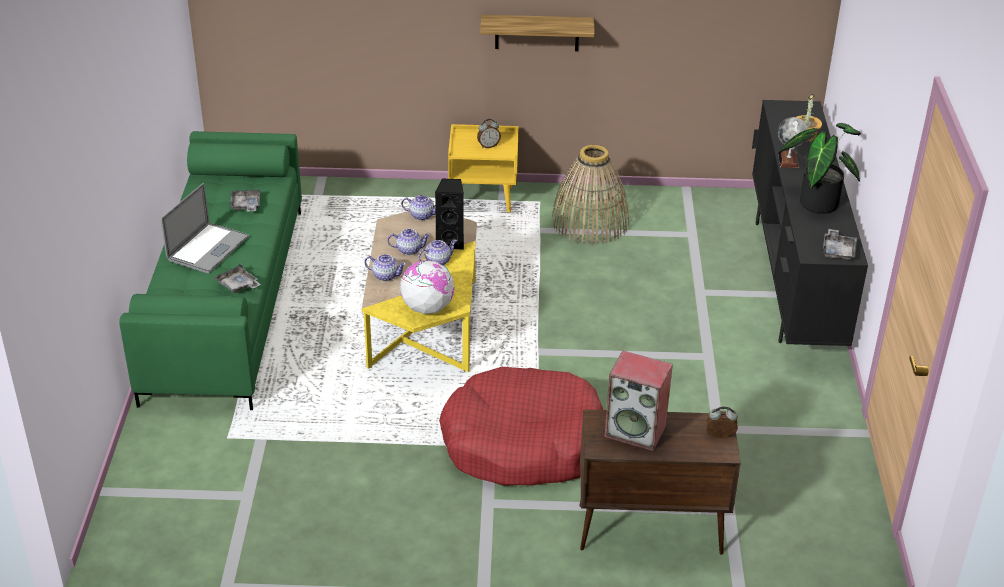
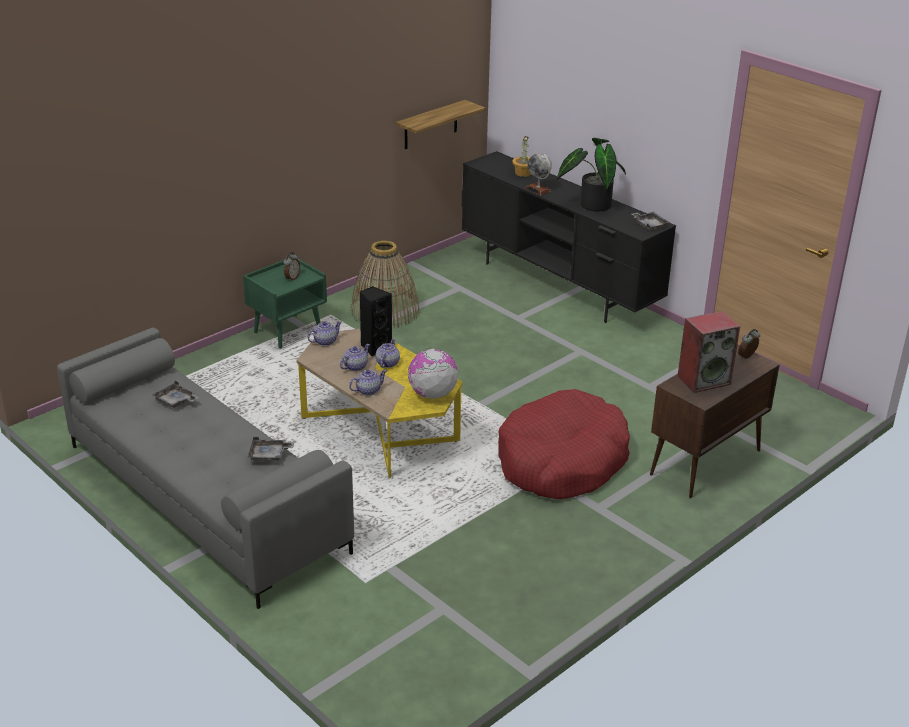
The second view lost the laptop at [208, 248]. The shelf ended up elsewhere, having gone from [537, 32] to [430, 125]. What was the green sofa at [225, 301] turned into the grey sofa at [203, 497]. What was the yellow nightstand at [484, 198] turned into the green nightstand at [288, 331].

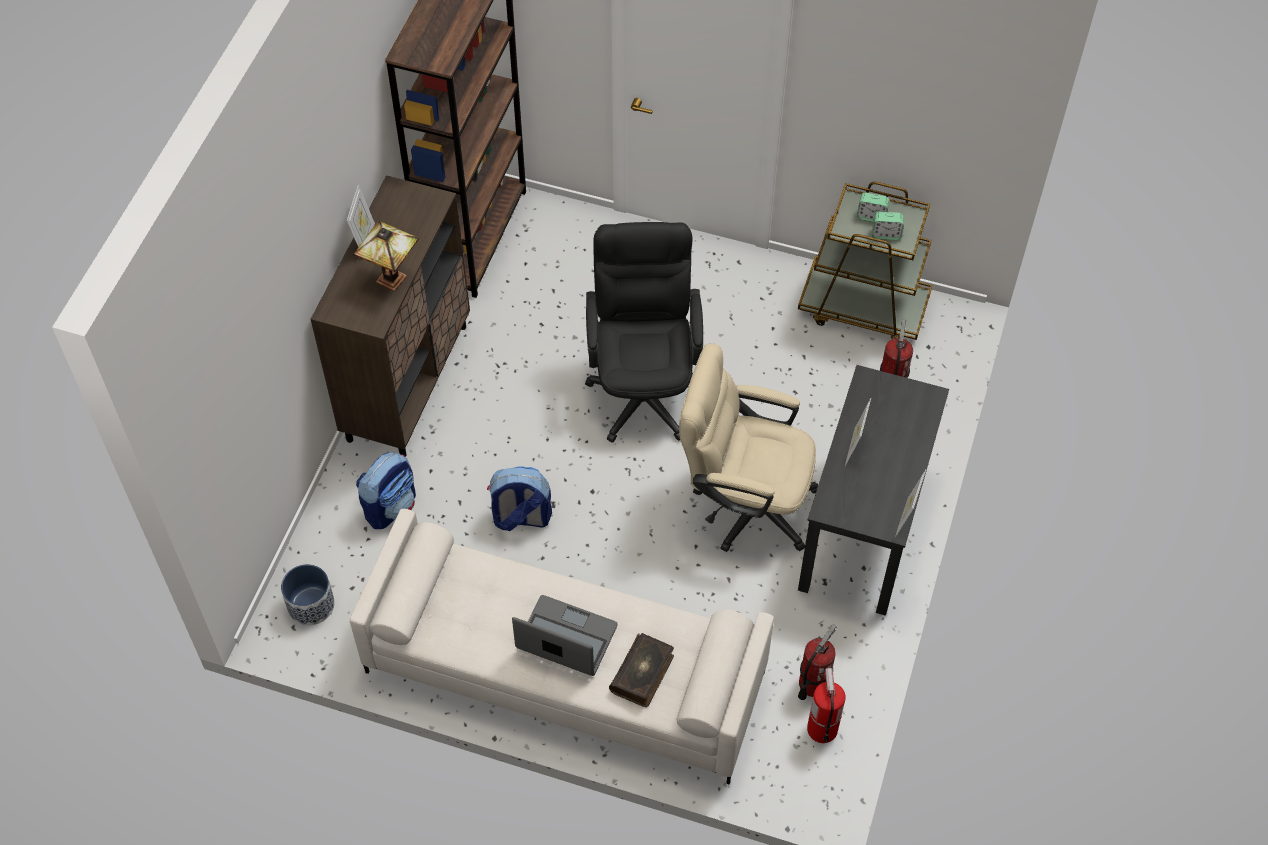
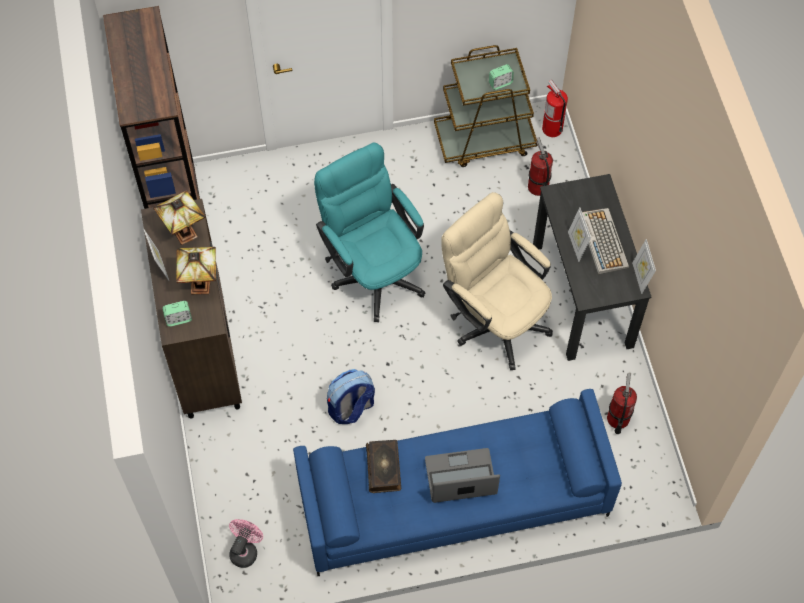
The second view lost the backpack at [391, 506]. The second view gained the table lamp at [184, 236]. The second view gained the keyboard at [602, 241]. The book ended up elsewhere, having gone from [643, 674] to [384, 469]. The fire extinguisher ended up elsewhere, having gone from [822, 728] to [552, 128]. The alarm clock ended up elsewhere, having gone from [871, 216] to [178, 319]. Where the planter stood at [310, 605], the pink fan came to stand at [245, 550]. What was the white sofa at [563, 673] turned into the blue sofa at [452, 501]. What was the black office chair at [643, 386] turned into the turquoise office chair at [373, 270]. The beige office chair at [744, 503] ended up facing another way, 60 degrees clockwise from before.

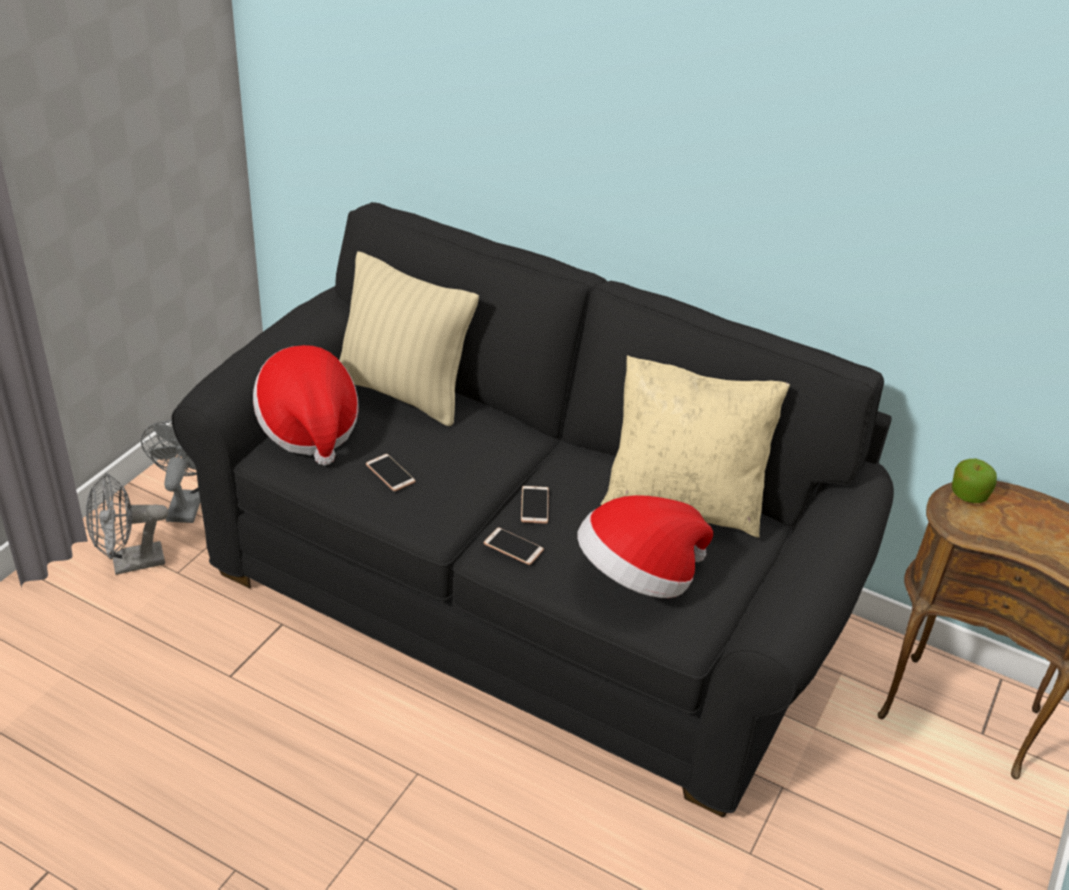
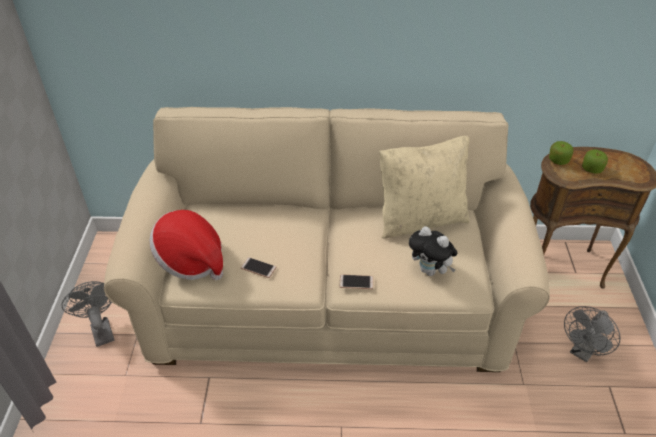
The second view lost the beige pillow at [403, 393]. The second view lost the phone at [534, 505]. The second view gained the apple at [591, 169]. The grey fan ended up elsewhere, having gone from [129, 563] to [582, 352]. Where the hat stood at [637, 577], the plush toy came to stand at [430, 271]. What was the black sofa at [524, 598] turned into the beige sofa at [328, 300].

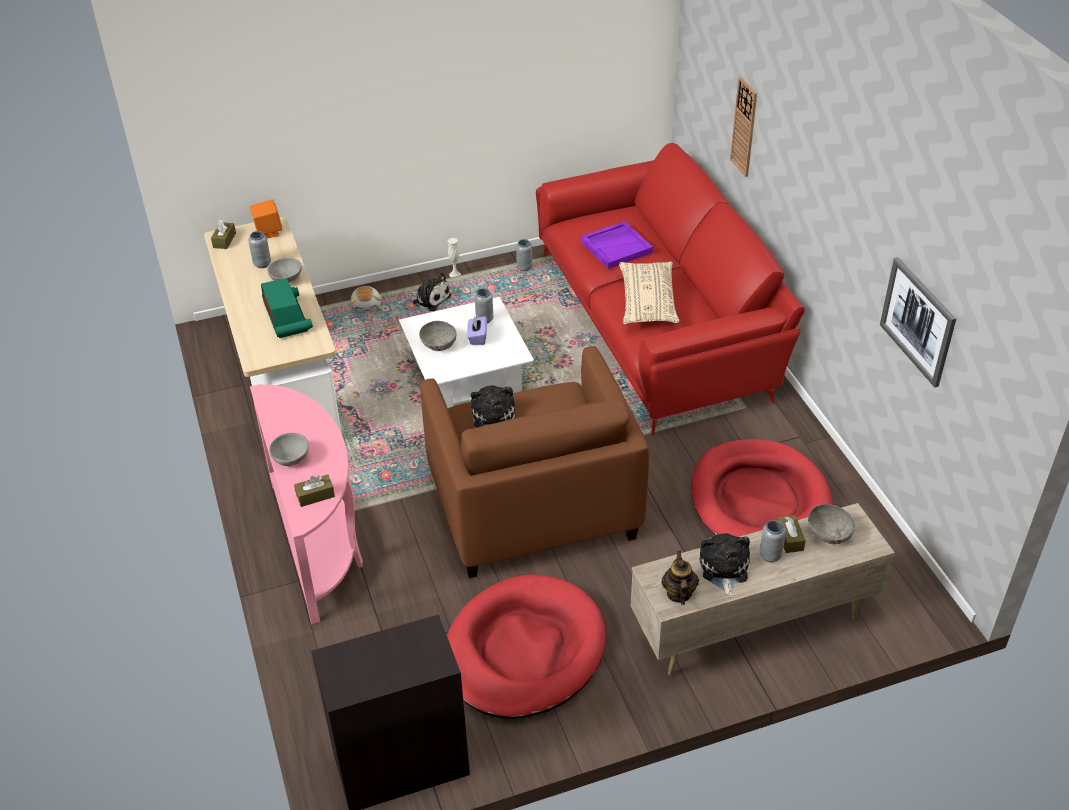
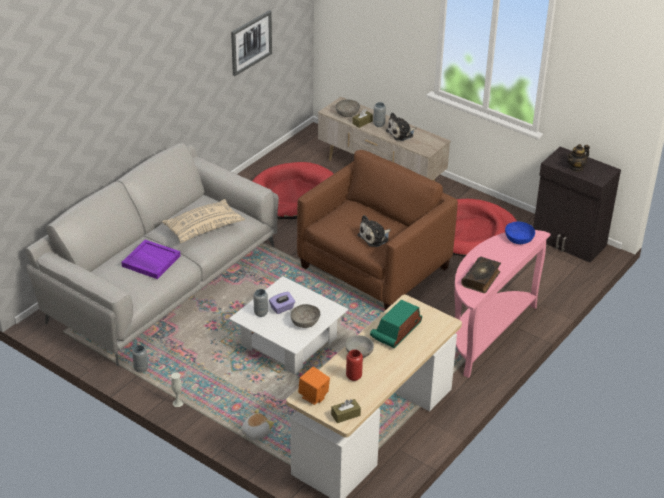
The second view lost the grey bowl at [292, 459]. The second view lost the plush toy at [430, 299]. The second view lost the wall clock at [744, 127]. The second view gained the book at [481, 279]. The teapot ended up elsewhere, having gone from [678, 593] to [576, 168]. Where the brown tissue box stood at [315, 495], the blue bowl came to stand at [518, 239]. What was the grey vase at [262, 264] turned into the red vase at [354, 376]. What was the red sofa at [657, 324] turned into the grey sofa at [161, 281].

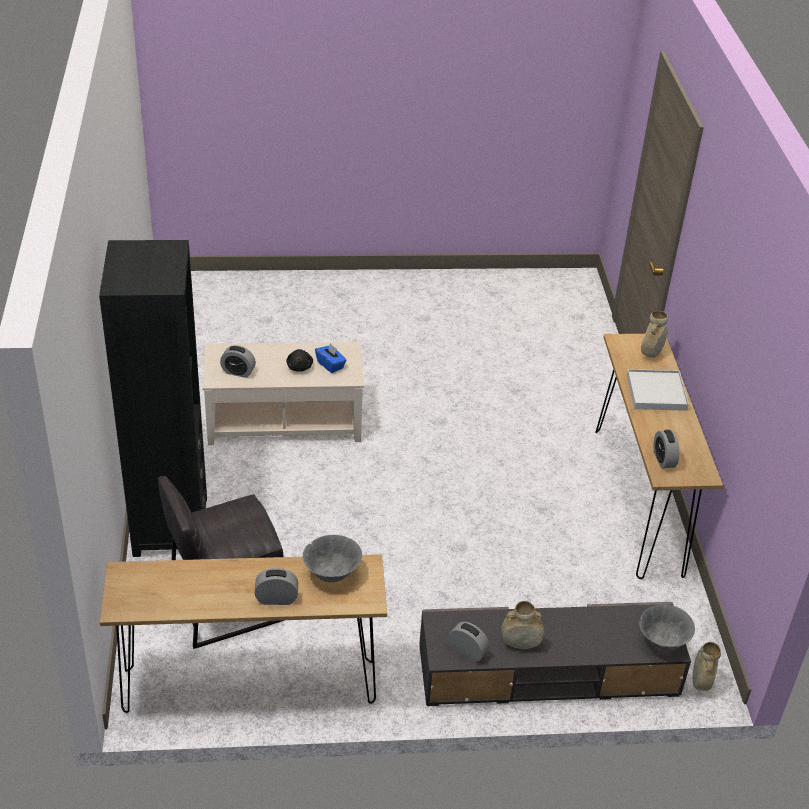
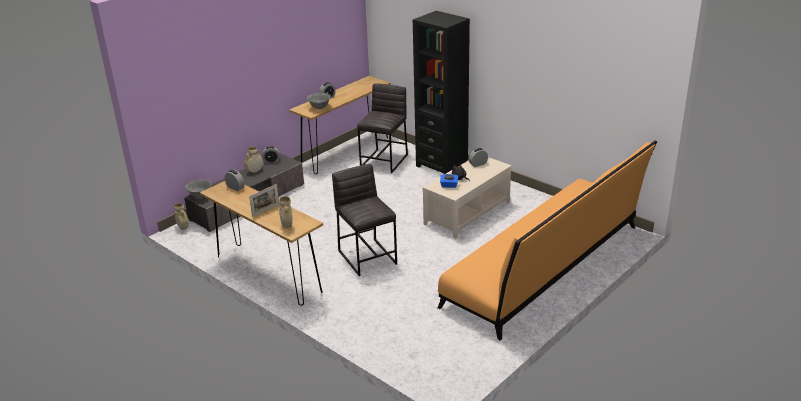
The second view gained the grey stool at [367, 256]. The second view gained the orange sofa at [548, 267]. Where the white tray stood at [656, 392], the picture frame came to stand at [265, 210].

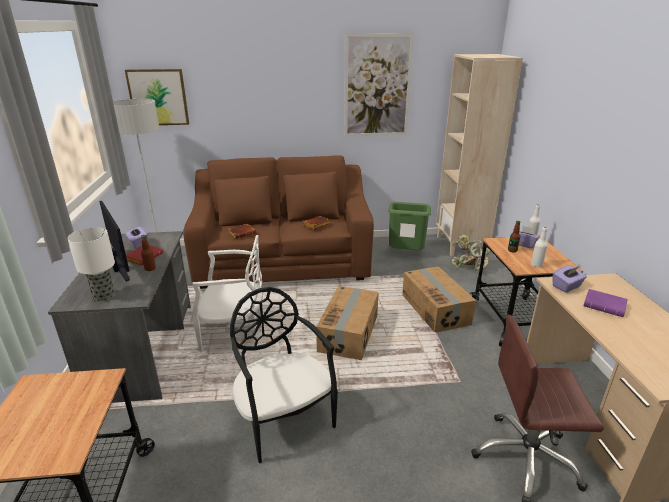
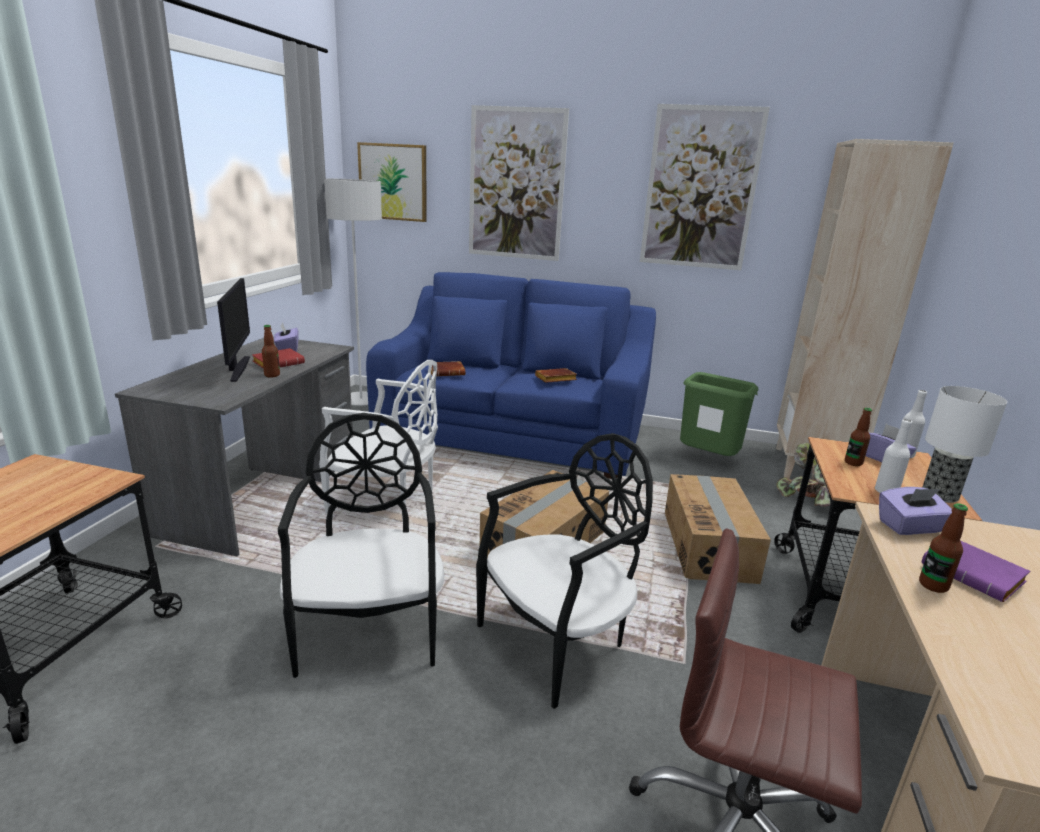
The second view gained the picture at [516, 185]. The second view gained the black chair at [558, 642]. The second view gained the bottle at [933, 585]. The table lamp ended up elsewhere, having gone from [103, 296] to [938, 495]. What was the brown sofa at [283, 263] turned into the blue sofa at [512, 435].

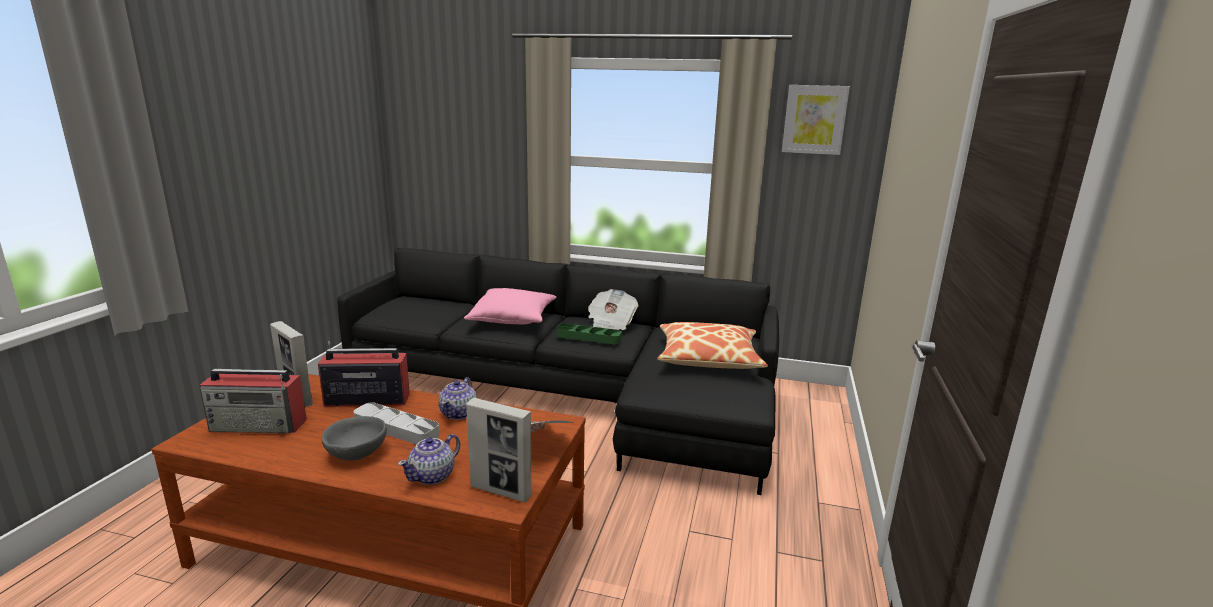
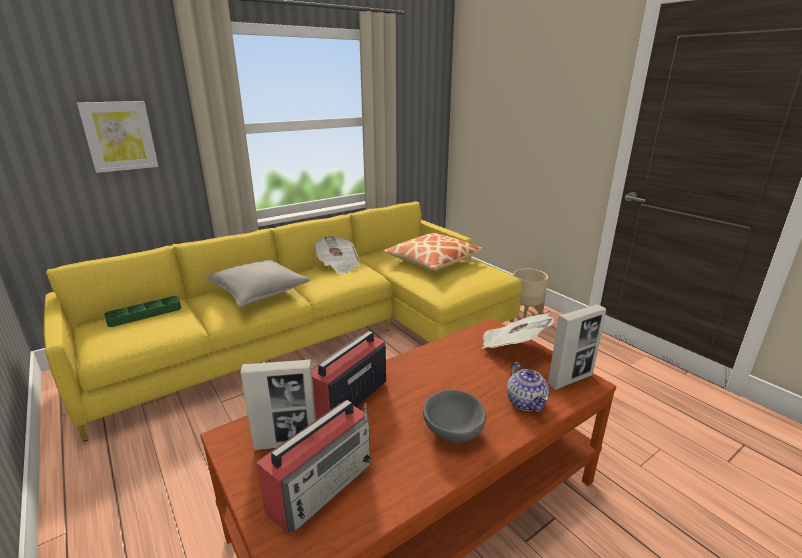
The second view lost the grey tray at [396, 428]. The second view lost the teapot at [459, 413]. The second view gained the beige planter at [525, 315]. The green tray ended up elsewhere, having gone from [589, 337] to [145, 314]. The picture ended up elsewhere, having gone from [814, 119] to [119, 136]. What was the black sofa at [574, 394] turned into the yellow sofa at [323, 335]. What was the pink pillow at [513, 319] turned into the grey pillow at [259, 292].

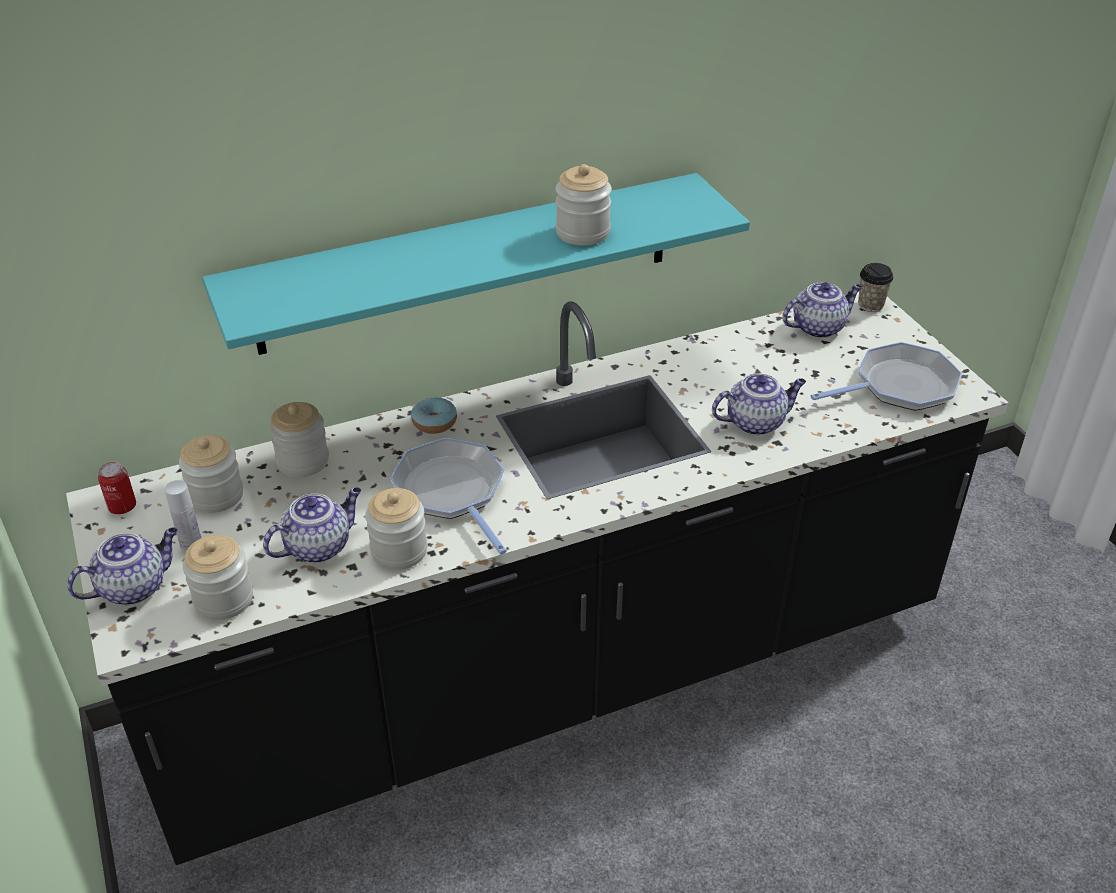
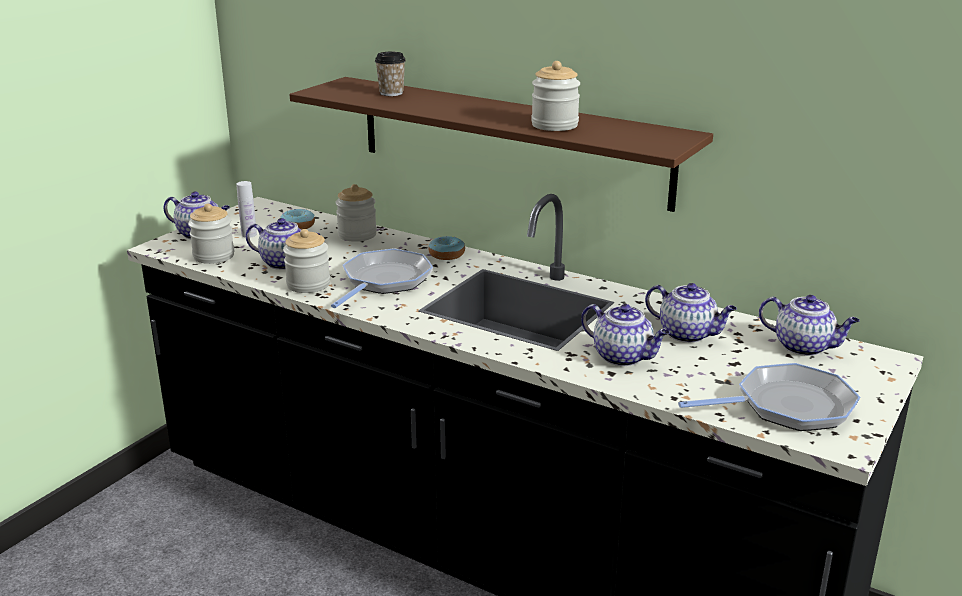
The second view lost the can at [122, 507]. The second view gained the teapot at [688, 334]. The cup ended up elsewhere, having gone from [870, 305] to [391, 93]. Where the jar stood at [216, 495], the donut came to stand at [298, 226]. What was the turquoise shelf at [467, 263] turned into the brown shelf at [510, 140]. The frying pan at [900, 386] ended up facing another way, 45 degrees counterclockwise from before.

